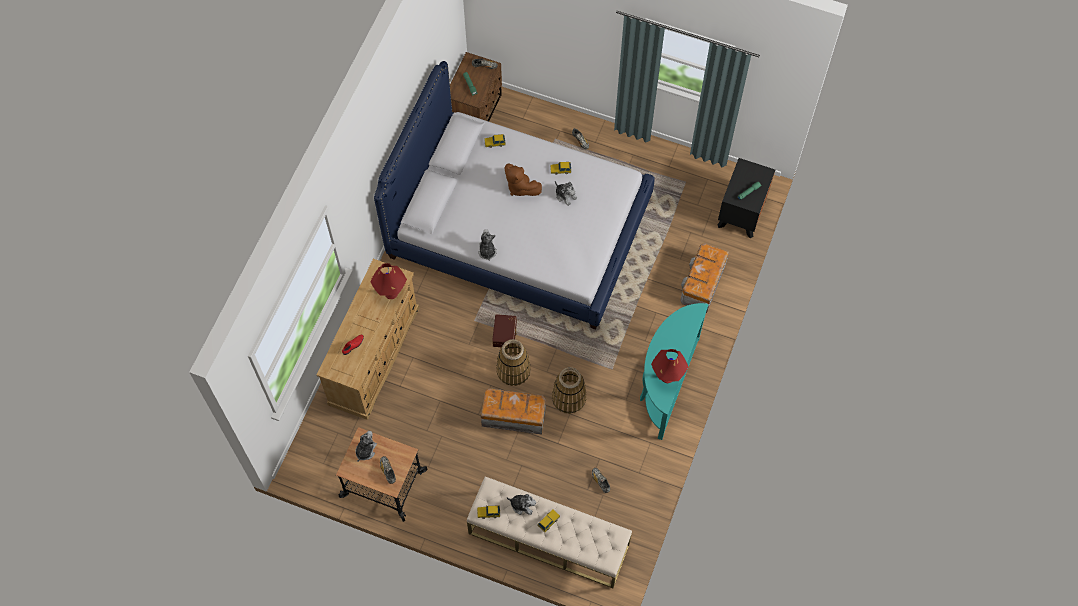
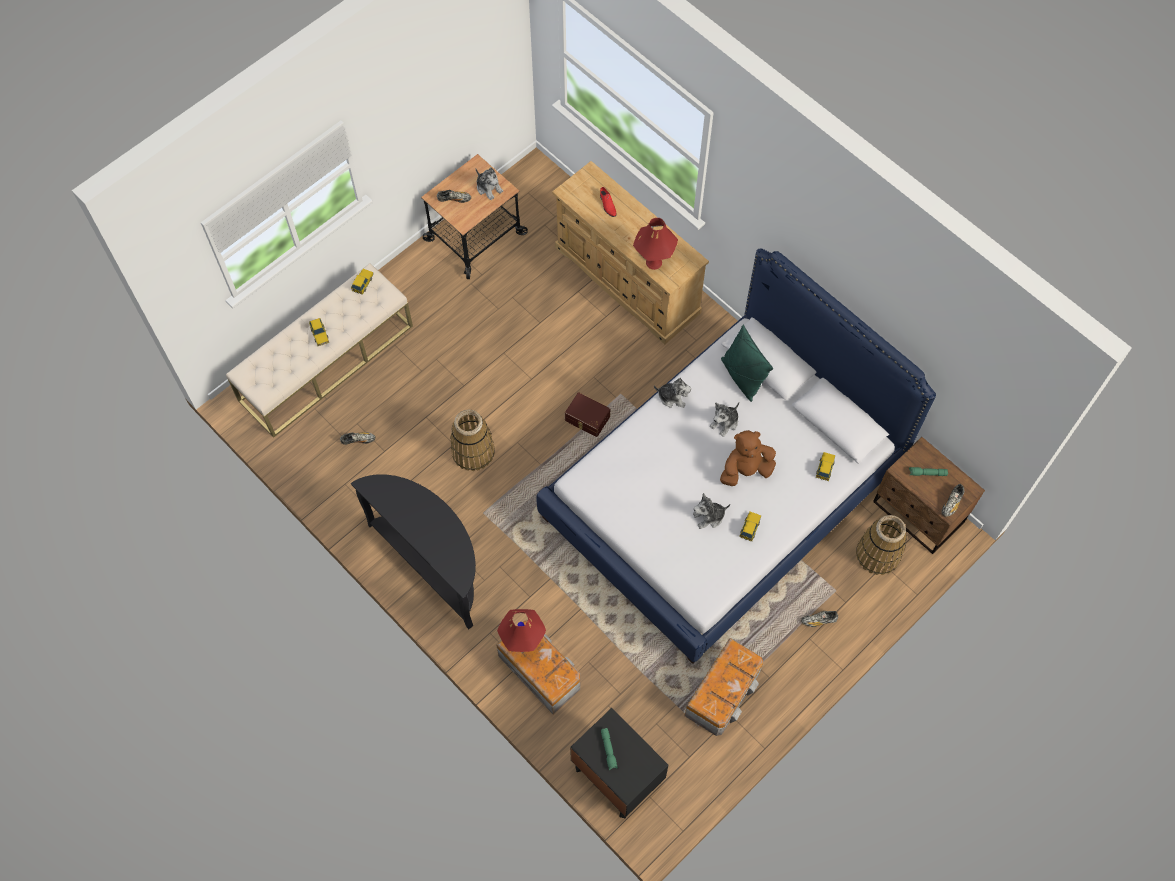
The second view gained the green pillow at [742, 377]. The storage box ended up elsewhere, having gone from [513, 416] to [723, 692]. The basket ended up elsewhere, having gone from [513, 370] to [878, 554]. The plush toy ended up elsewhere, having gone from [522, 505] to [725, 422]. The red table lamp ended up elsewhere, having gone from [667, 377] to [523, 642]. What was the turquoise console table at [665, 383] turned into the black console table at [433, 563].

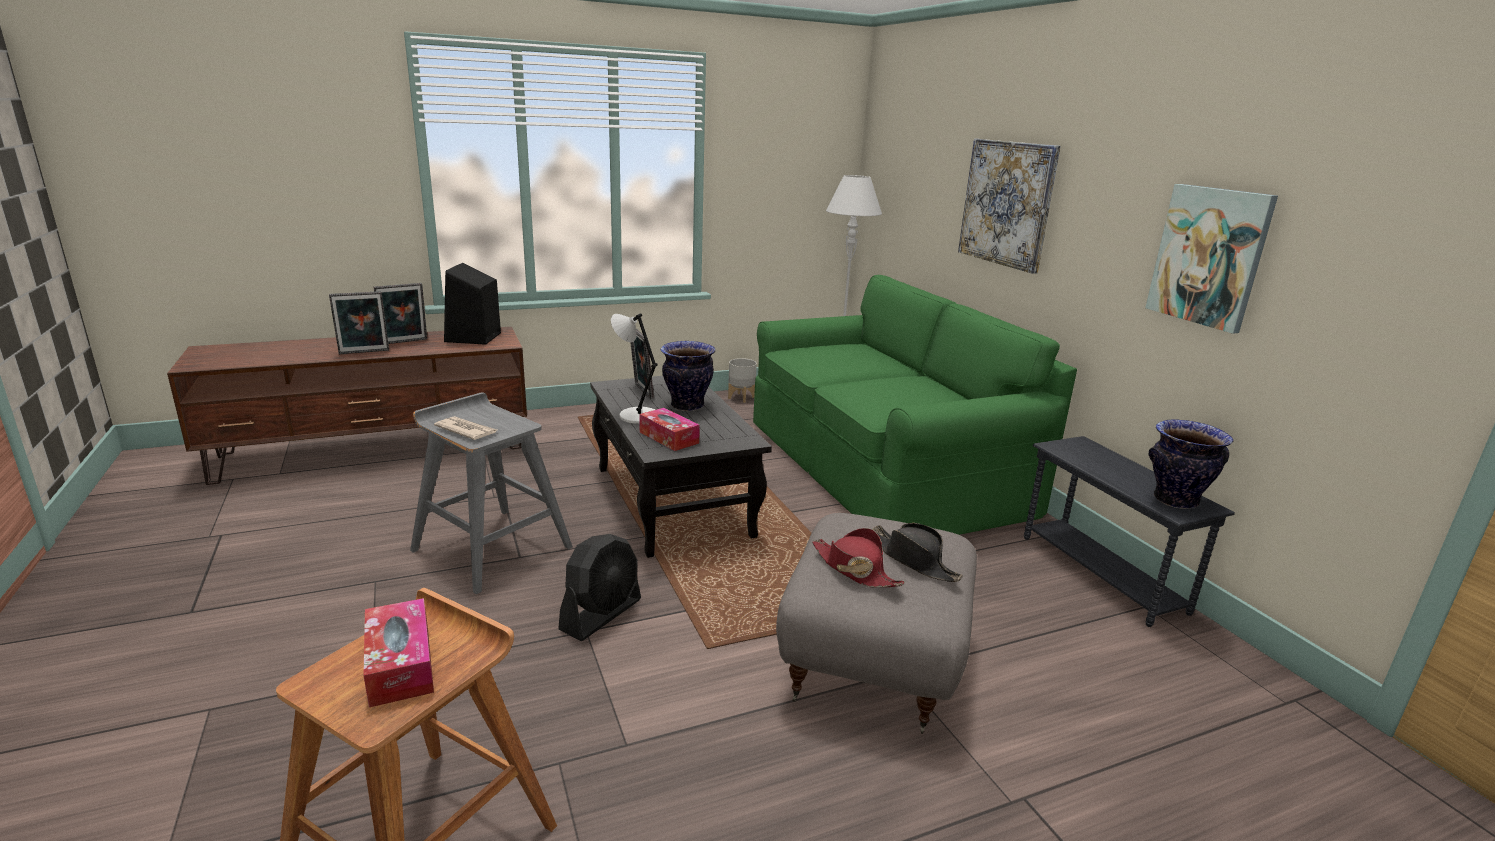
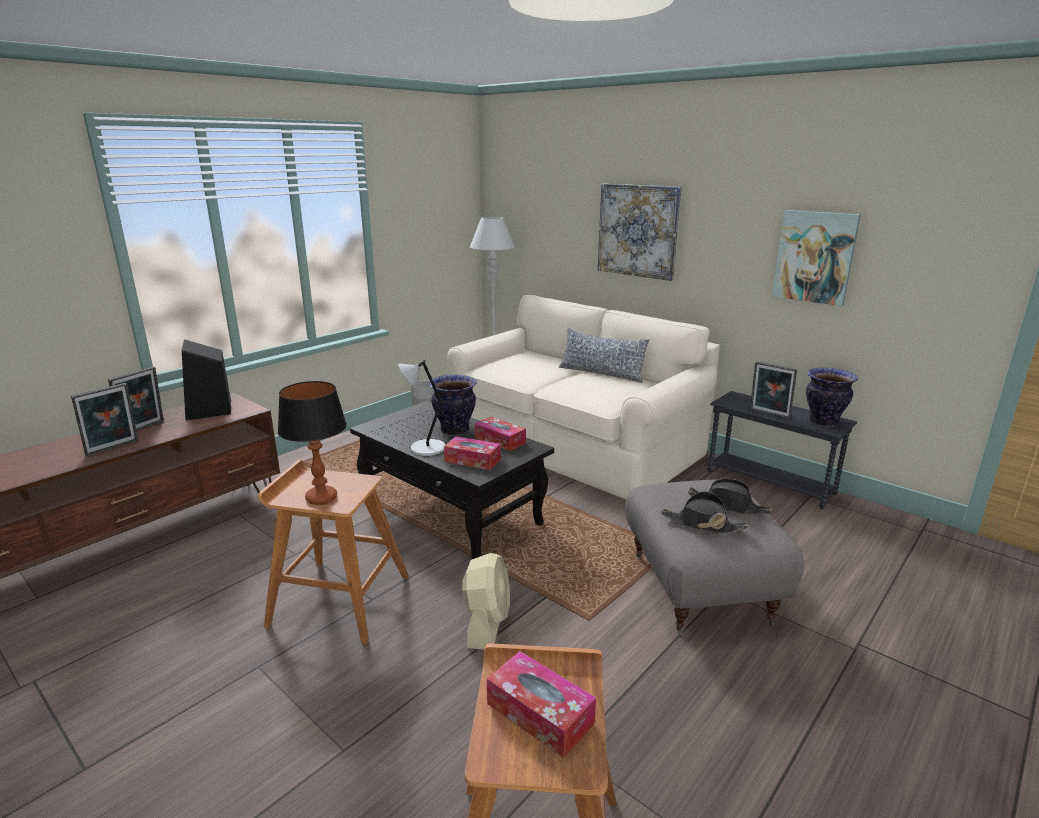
The second view gained the tissue box at [500, 440]. The second view gained the pillow at [601, 373]. The picture frame ended up elsewhere, having gone from [641, 391] to [769, 414]. Where the newspaper stood at [466, 430], the table lamp came to stand at [321, 498]. What was the grey stool at [491, 548] turned into the brown stool at [338, 600]. What was the black fan at [601, 614] turned into the beige fan at [487, 623]. What was the green sofa at [883, 465] turned into the beige sofa at [576, 442]. What was the red hat at [854, 569] turned into the black hat at [702, 524].

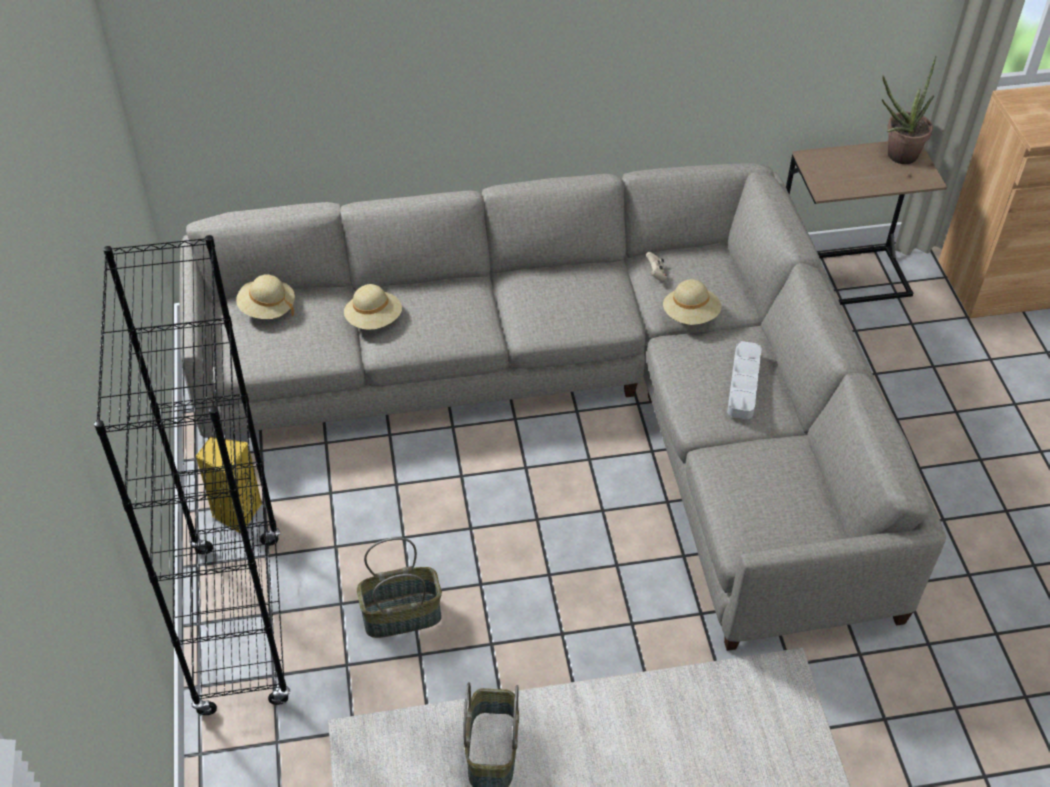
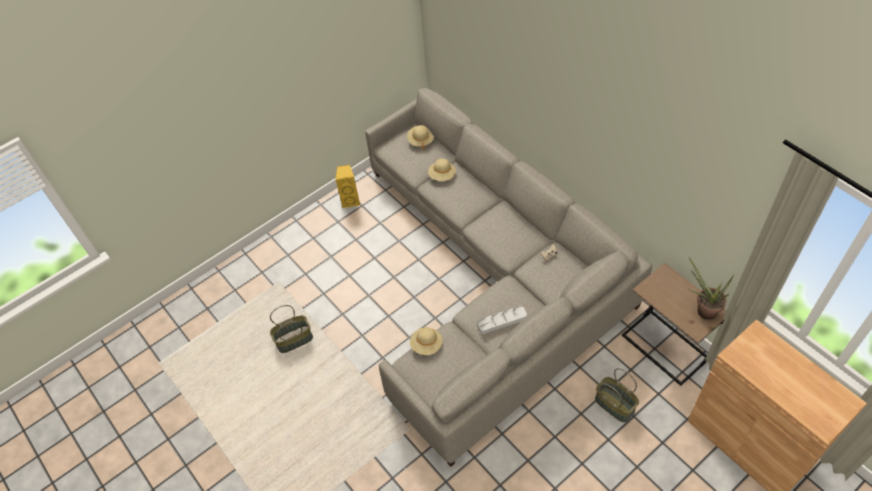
The second view lost the black bookcase at [240, 624]. The basket ended up elsewhere, having gone from [402, 614] to [615, 405]. The beige hat ended up elsewhere, having gone from [690, 315] to [426, 345].

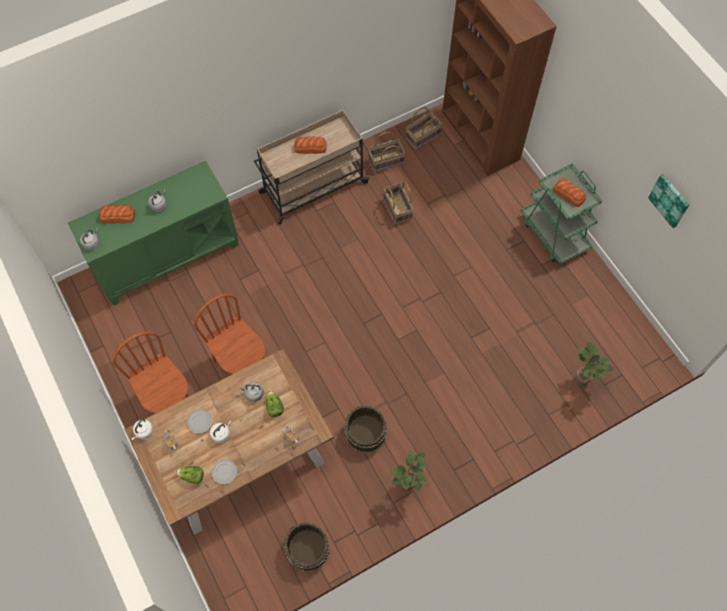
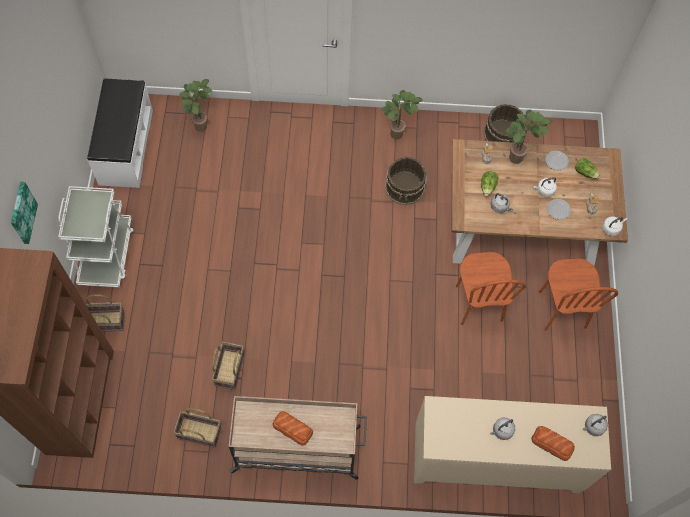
The second view lost the bread at [569, 195]. The second view gained the white bench at [125, 147]. The second view gained the potted plant at [517, 156]. The basket ended up elsewhere, having gone from [423, 137] to [105, 321]. The picture ended up elsewhere, having gone from [670, 200] to [22, 213]. What was the green cabinet at [167, 256] turned into the beige cabinet at [495, 461]. What was the green cart at [554, 233] turned into the white cart at [106, 254].

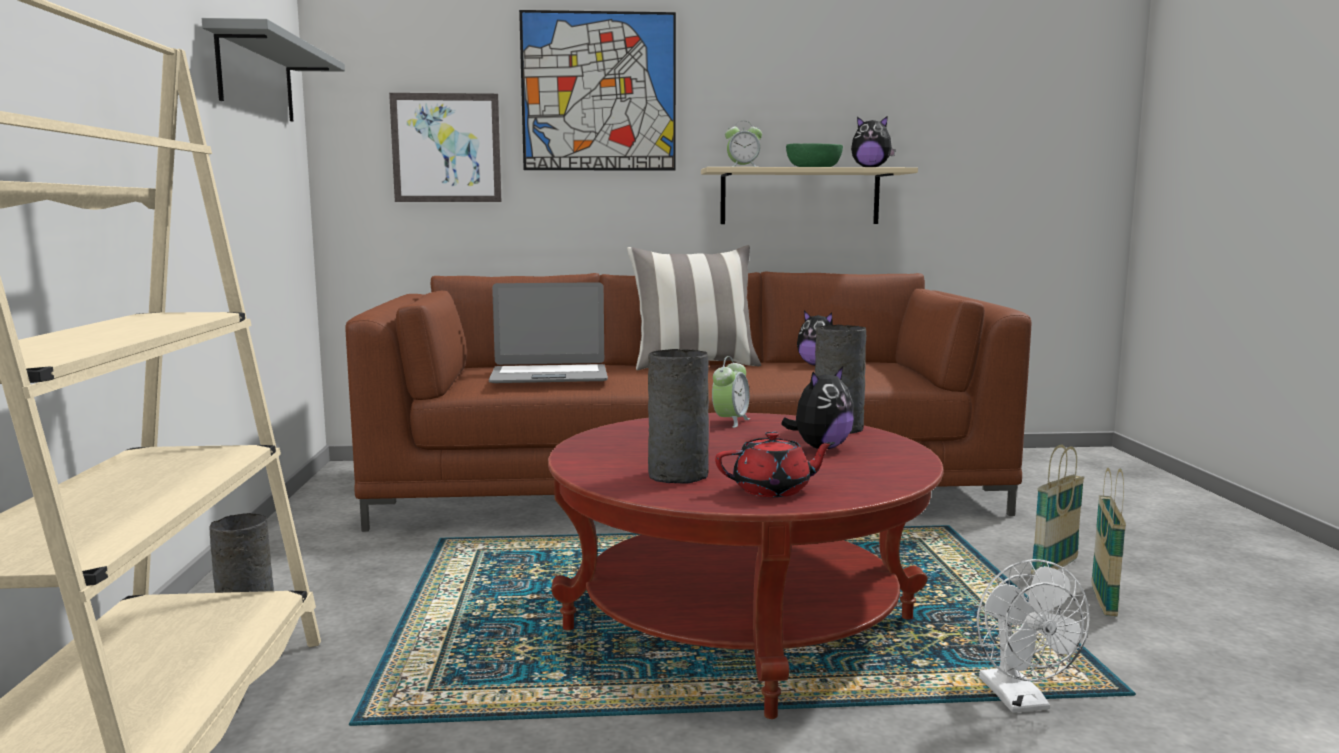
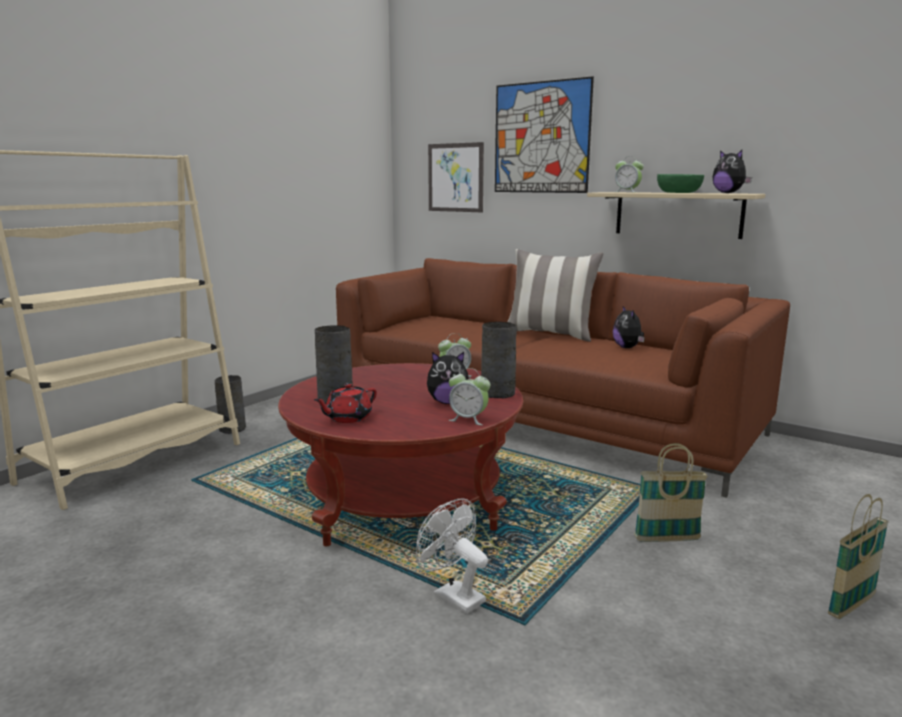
The second view lost the grey shelf at [256, 77]. The second view lost the laptop at [549, 376]. The second view gained the alarm clock at [468, 419]. The basket ended up elsewhere, having gone from [1103, 601] to [851, 606]. The red teapot at [773, 490] ended up facing another way, 105 degrees clockwise from before. The white fan at [1020, 701] ended up facing another way, 105 degrees clockwise from before.

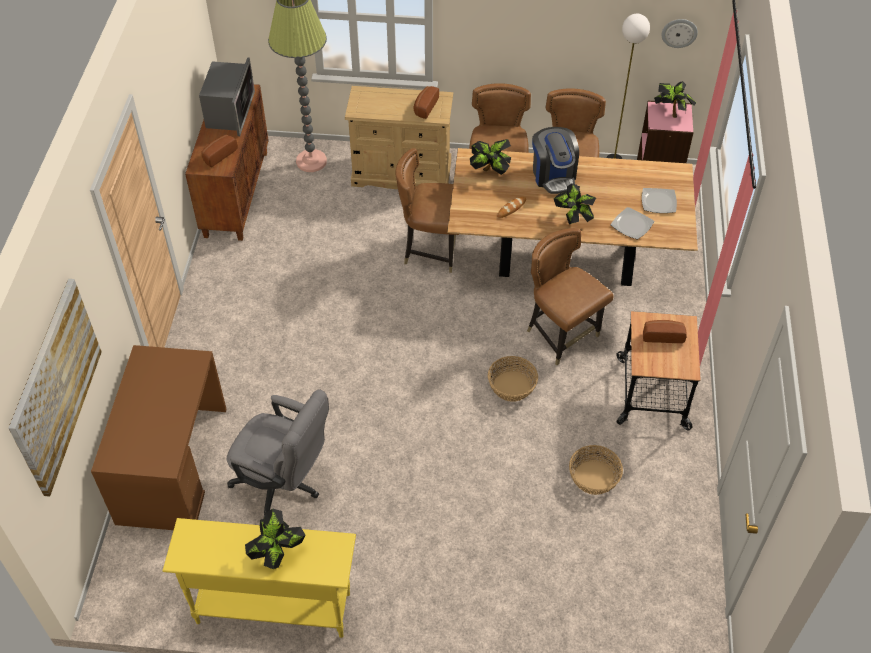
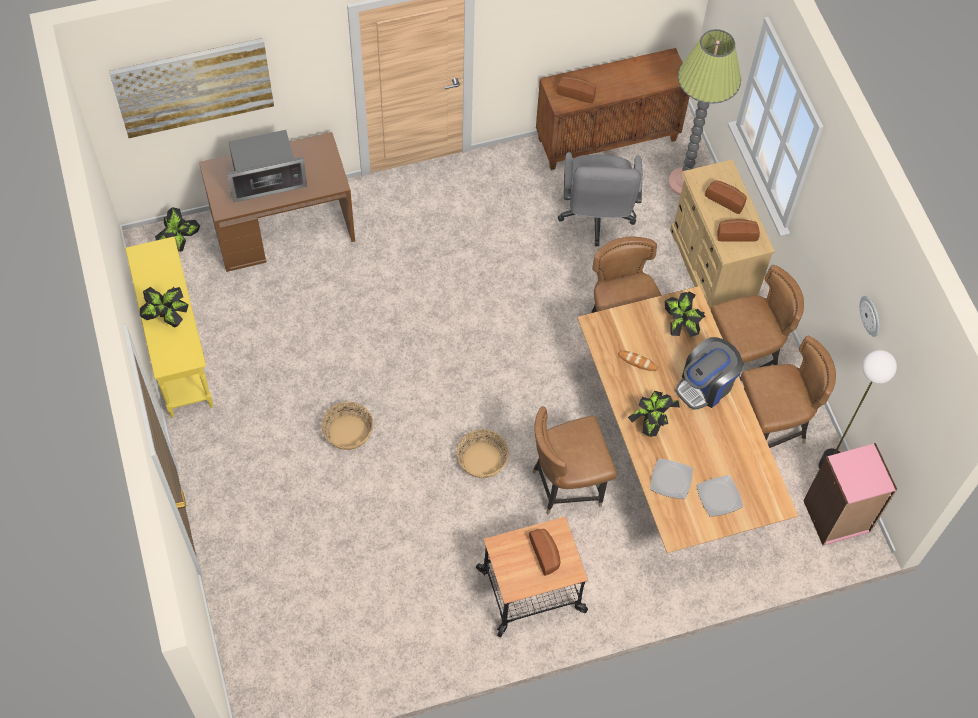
The second view gained the bread at [726, 199]. The microwave ended up elsewhere, having gone from [230, 112] to [266, 179]. The grey office chair ended up elsewhere, having gone from [284, 484] to [596, 218]. The basket ended up elsewhere, having gone from [594, 478] to [348, 433]. The potted plant ended up elsewhere, having gone from [671, 113] to [180, 242]. The wall clock ended up elsewhere, having gone from [679, 32] to [871, 315]. The brown chair at [561, 335] ended up facing another way, 135 degrees counterclockwise from before.

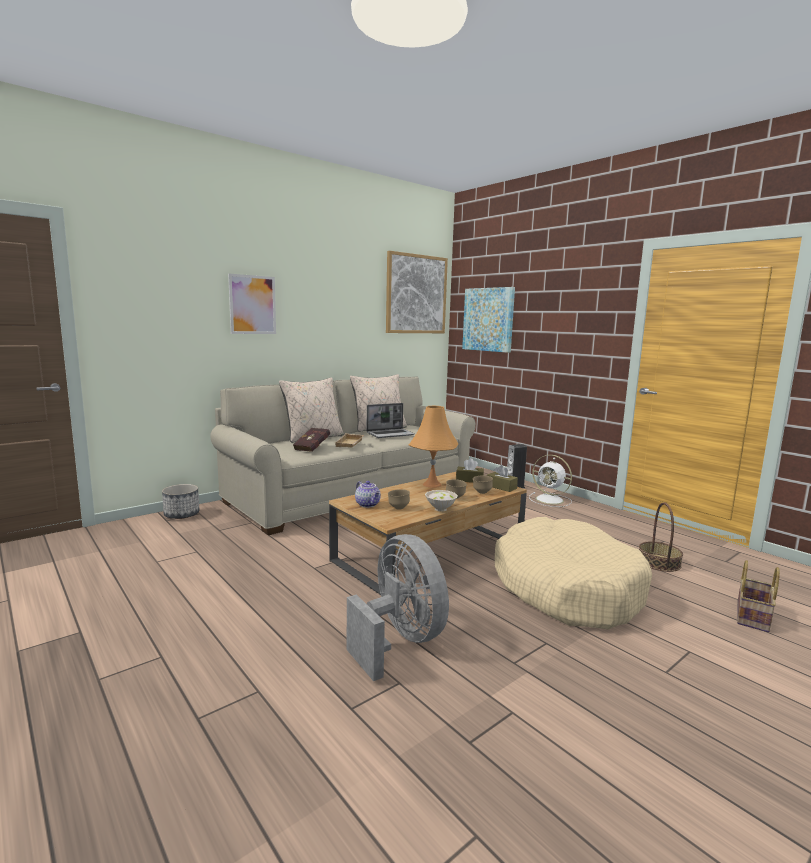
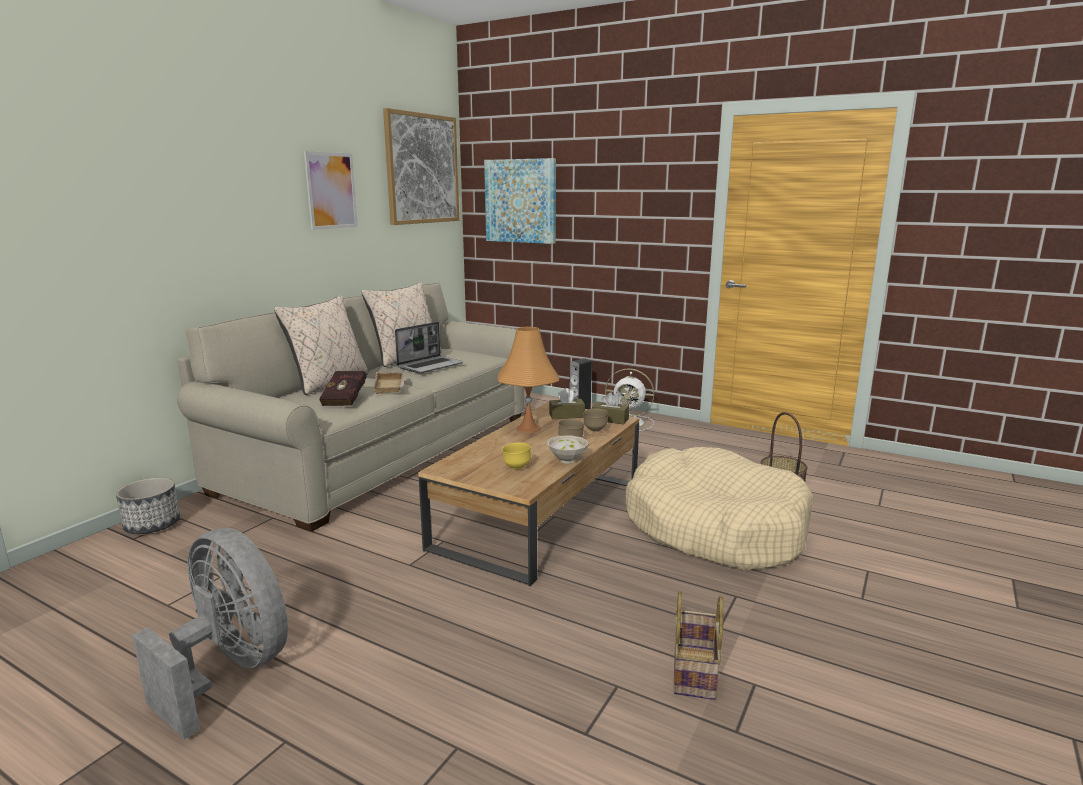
The second view lost the teapot at [368, 504]. The picture ended up elsewhere, having gone from [252, 304] to [331, 190]. The grey fan ended up elsewhere, having gone from [399, 641] to [230, 670]. The basket ended up elsewhere, having gone from [753, 618] to [696, 673]. What was the brown bowl at [398, 508] turned into the yellow bowl at [516, 467].

